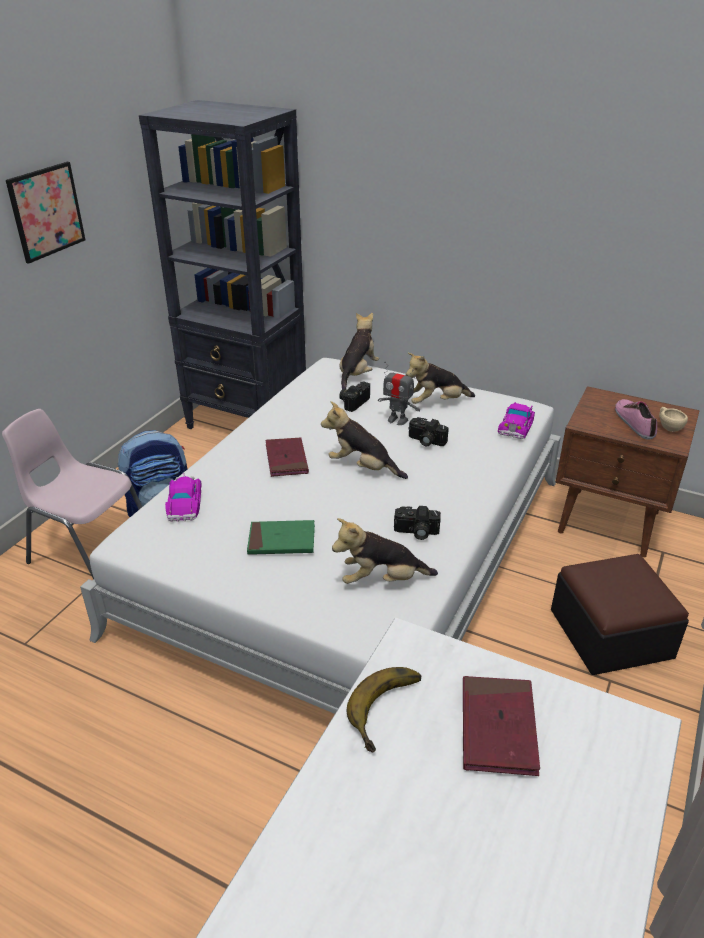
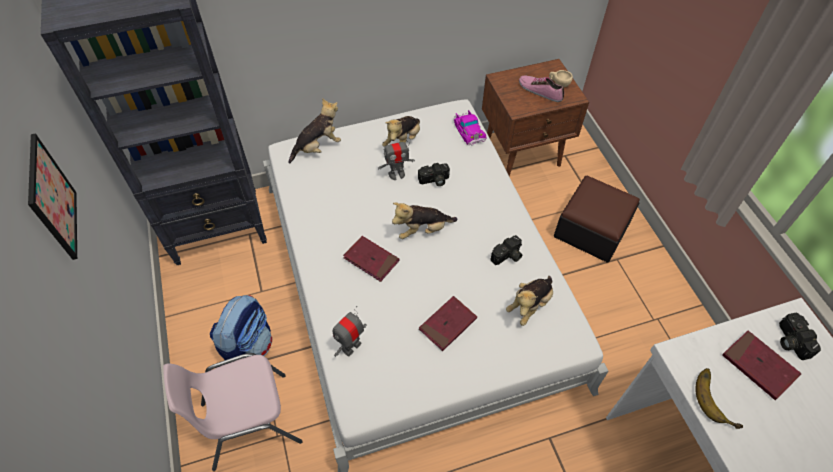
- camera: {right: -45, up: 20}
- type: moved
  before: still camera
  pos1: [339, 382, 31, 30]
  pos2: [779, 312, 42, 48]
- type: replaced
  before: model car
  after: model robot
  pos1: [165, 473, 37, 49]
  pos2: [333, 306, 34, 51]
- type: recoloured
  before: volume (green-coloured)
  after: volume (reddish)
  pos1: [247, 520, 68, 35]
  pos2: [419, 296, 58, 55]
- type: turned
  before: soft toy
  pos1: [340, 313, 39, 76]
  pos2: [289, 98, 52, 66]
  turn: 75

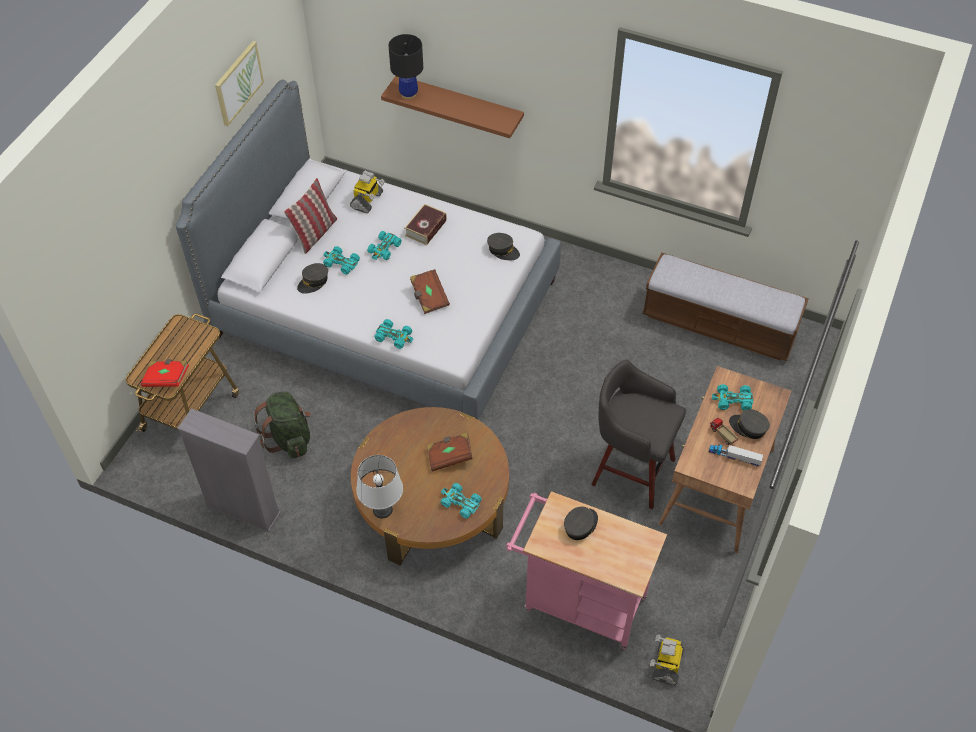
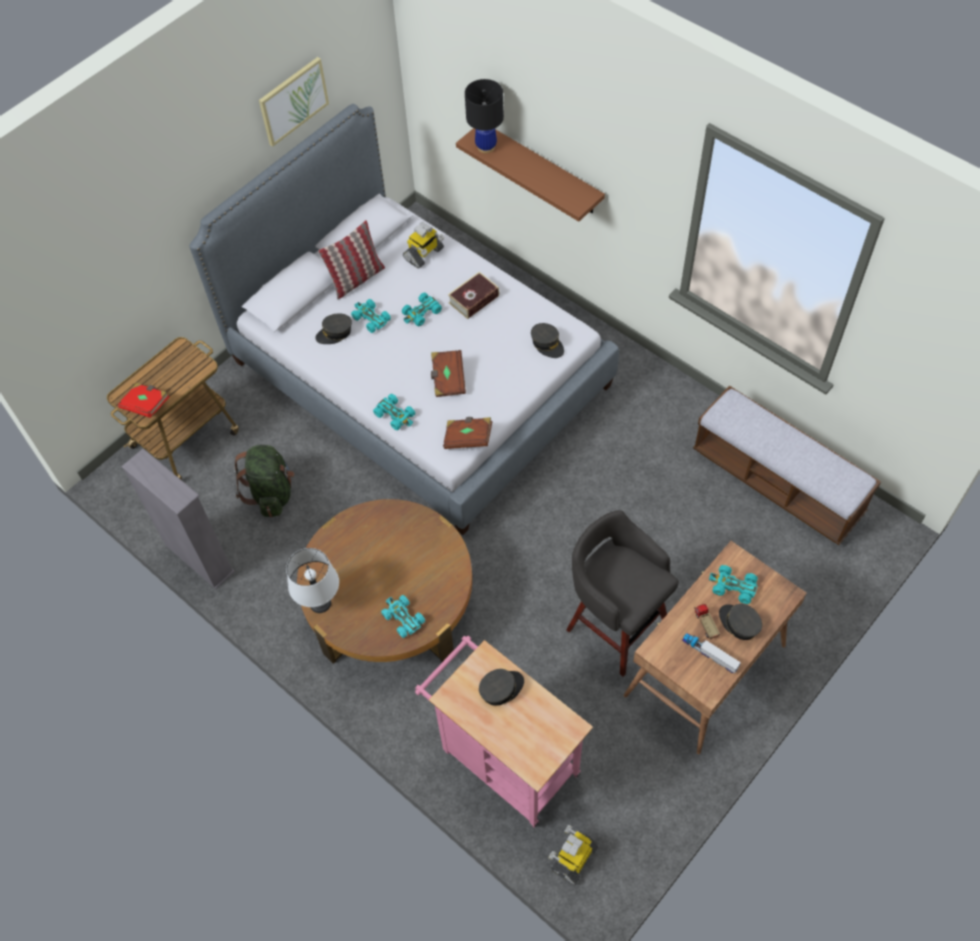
- camera: {right: 20, up: 5}
- type: moved
  before: volume (brown)
  pos1: [427, 433, 46, 39]
  pos2: [443, 417, 49, 32]

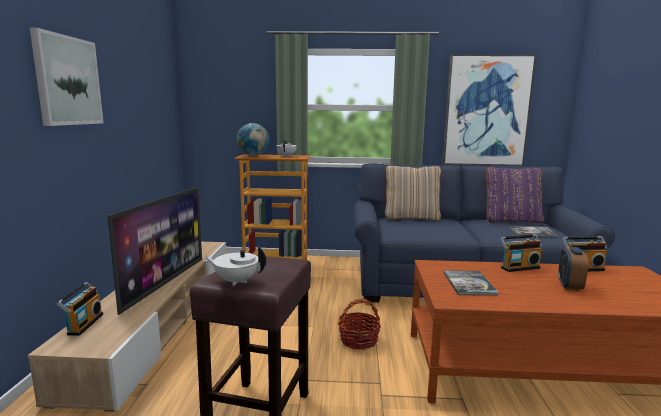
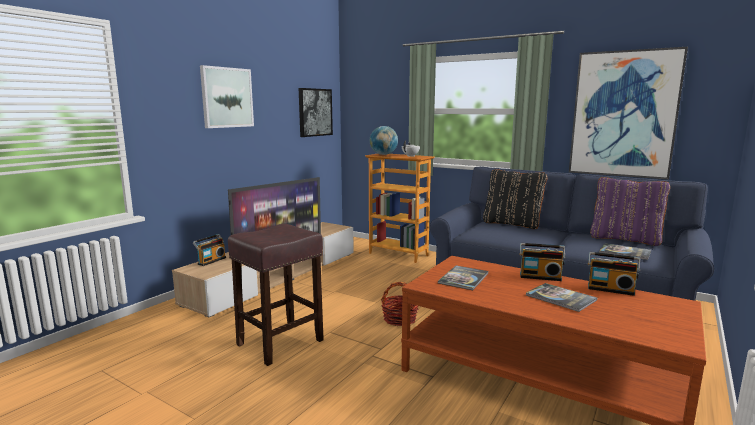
- camera: {right: 30, up: 0}
- type: removed
  before: tea pot (whitish)
  pos1: [205, 246, 61, 40]
- type: added
  after: wall art
  pos2: [299, 88, 34, 49]
- type: replaced
  before: bedside clock
  after: volume
  pos1: [558, 247, 31, 44]
  pos2: [526, 283, 71, 29]
- type: recoloured
  before: pillow (beige)
  after: pillow (black-coloured)
  pos1: [385, 165, 56, 56]
  pos2: [483, 169, 64, 60]

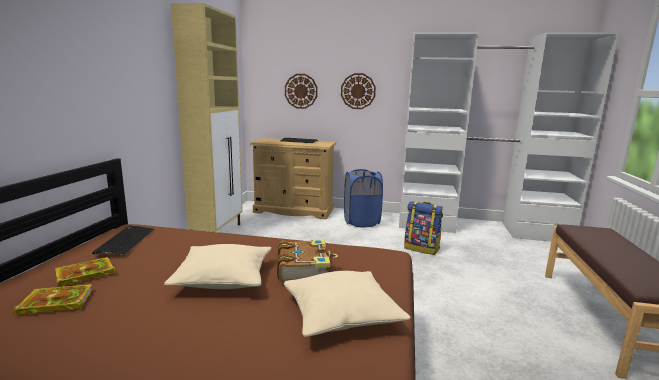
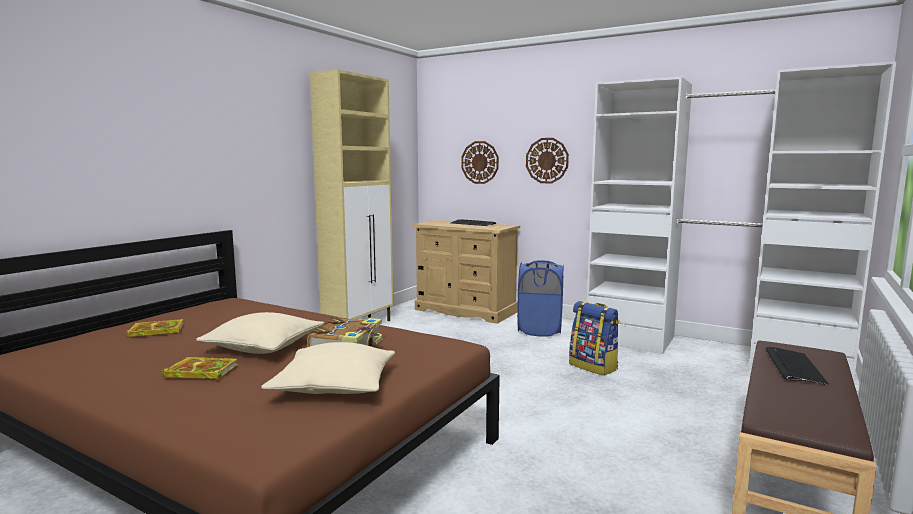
- camera: {right: 20, up: -5}
- type: moved
  before: volume
  pos1: [13, 284, 80, 31]
  pos2: [162, 357, 76, 23]
- type: moved
  before: computer keyboard
  pos1: [92, 225, 62, 30]
  pos2: [766, 346, 63, 39]

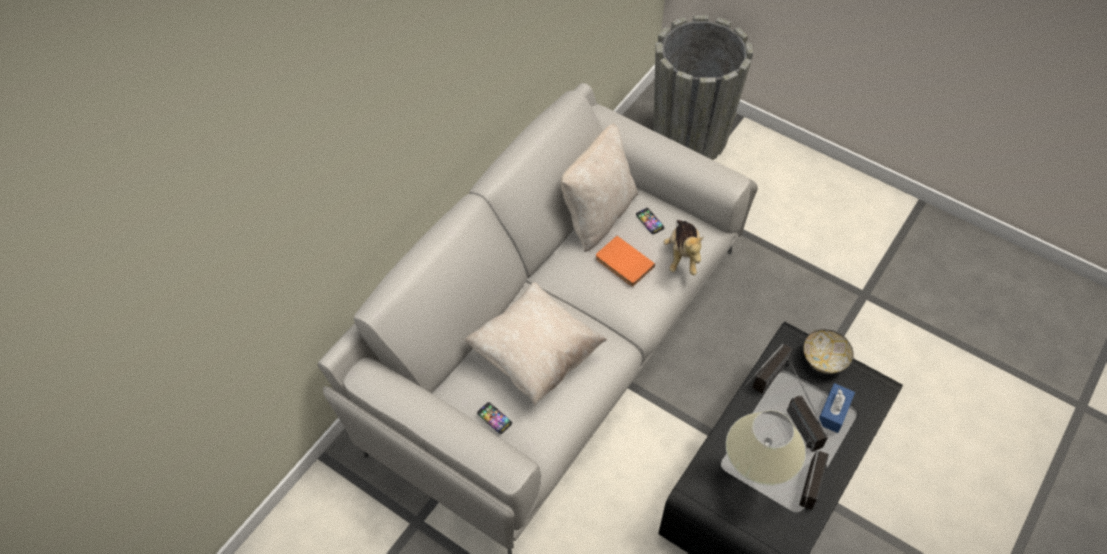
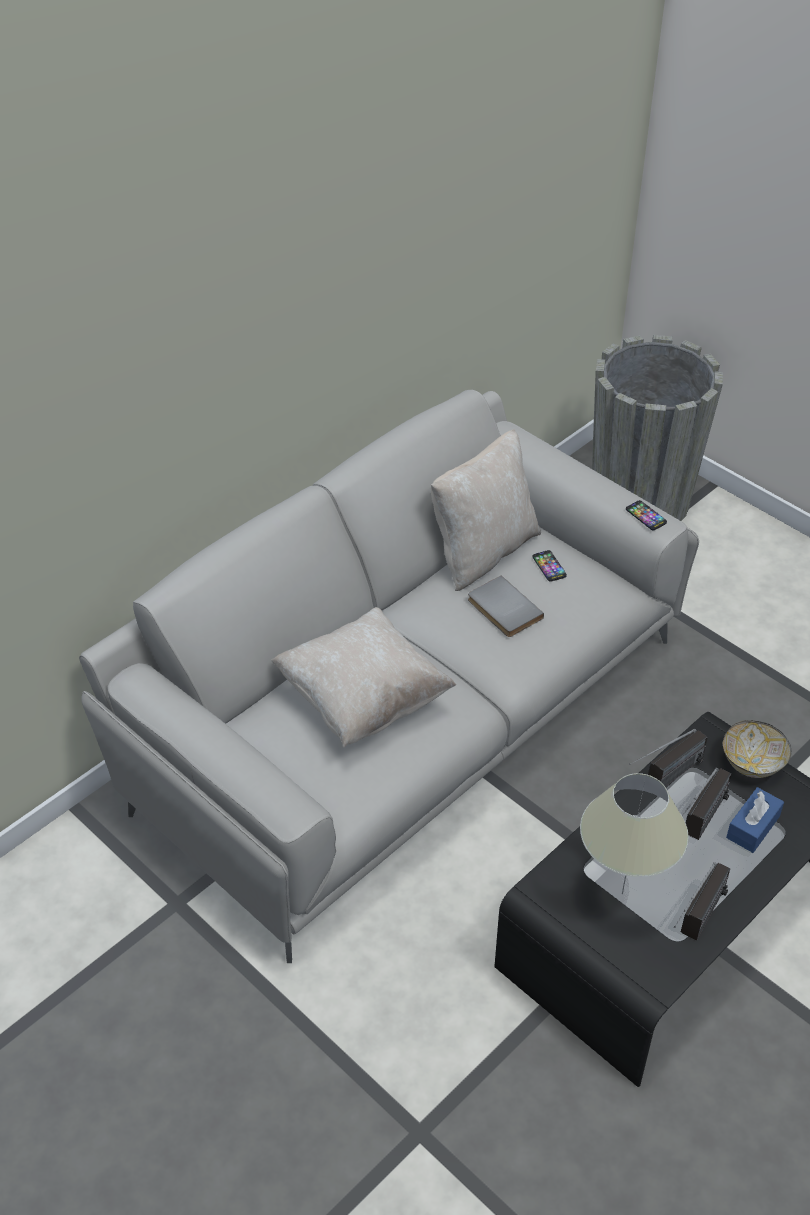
- camera: {right: 10, up: -10}
- type: removed
  before: soft toy
  pos1: [663, 220, 41, 55]
- type: moved
  before: telephone
  pos1: [477, 402, 35, 32]
  pos2: [626, 500, 41, 30]
- type: recoloured
  before: volume (orange)
  after: volume (grey)
  pos1: [596, 236, 59, 50]
  pos2: [468, 575, 76, 62]
- type: turned
  before: radio
  pos1: [787, 363, 41, 89]
  pos2: [682, 768, 50, 72]
  turn: -135

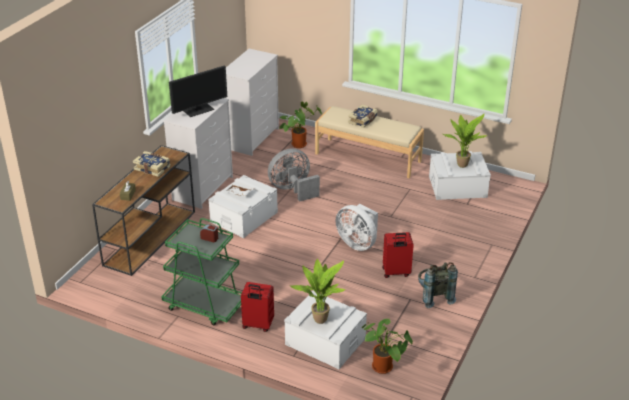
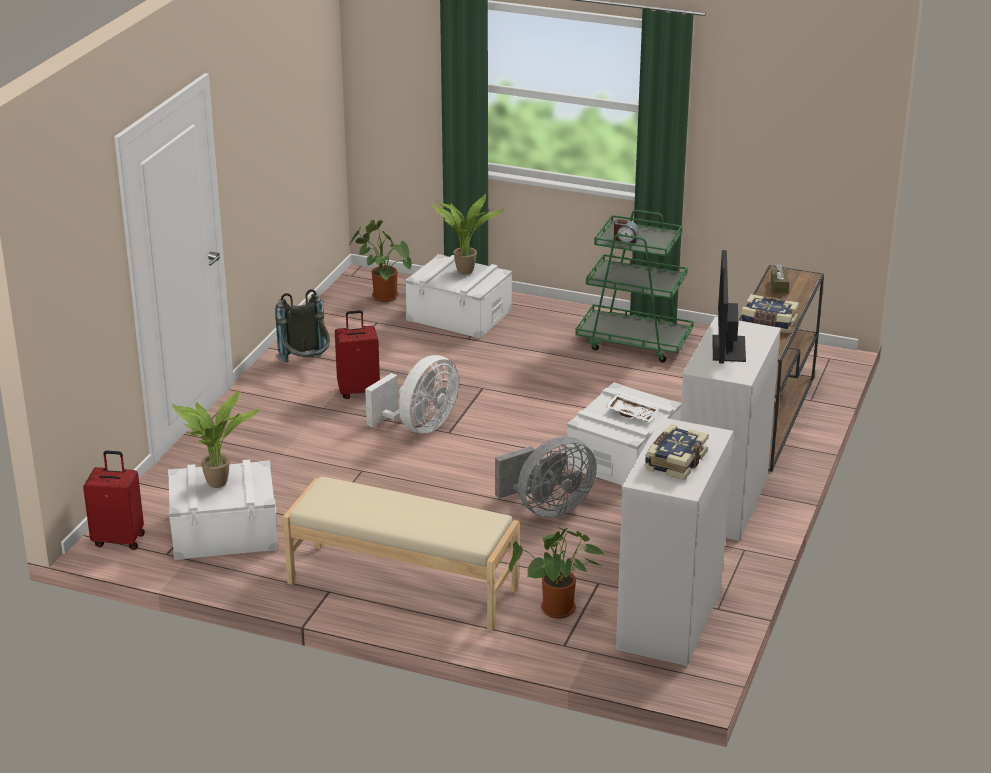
- camera: {right: 175, up: -5}
- type: moved
  before: suitcase (reddish)
  pos1: [241, 282, 33, 50]
  pos2: [83, 450, 62, 100]
- type: moved
  before: volume
  pos1: [348, 104, 30, 24]
  pos2: [645, 424, 64, 56]
- type: turned
  before: monitor
  pos1: [169, 66, 58, 51]
  pos2: [712, 250, 34, 114]
  turn: -45
- type: turned
  before: fan (whitish)
  pos1: [336, 204, 42, 47]
  pos2: [365, 355, 94, 79]
  turn: 90

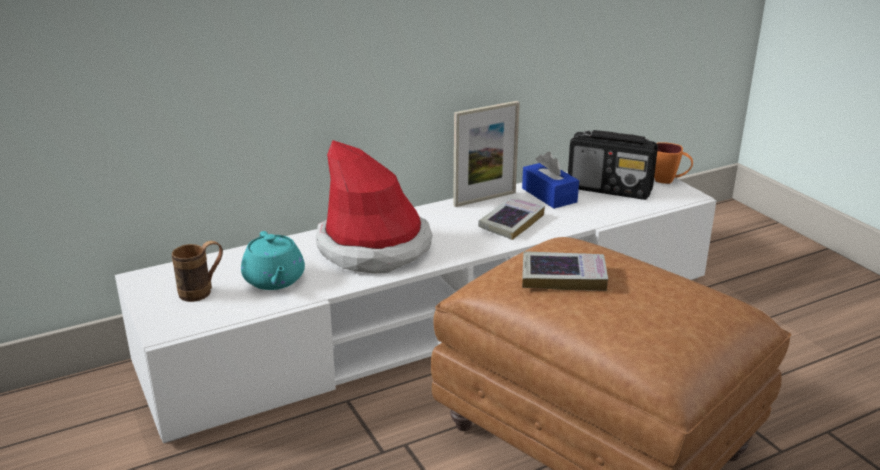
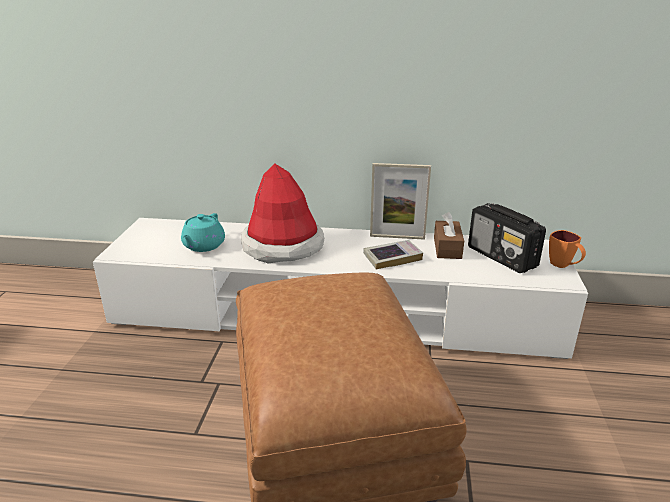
- camera: {right: 35, up: 0}
- type: removed
  before: mug (brown)
  pos1: [172, 241, 51, 61]
- type: removed
  before: volume
  pos1: [522, 251, 86, 40]
- type: recoloured
  before: tissue box (bluish)
  after: tissue box (brown)
  pos1: [522, 152, 57, 57]
  pos2: [434, 212, 30, 47]

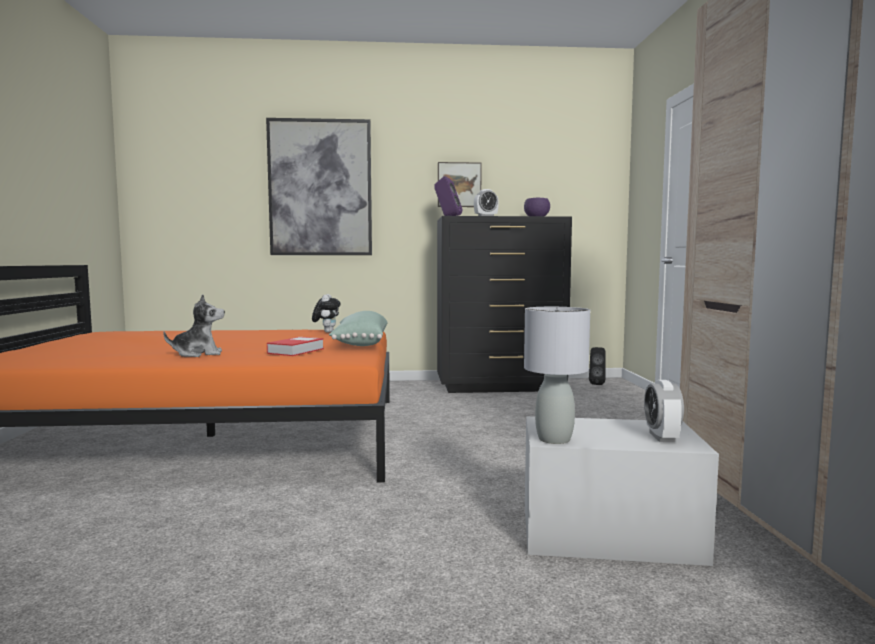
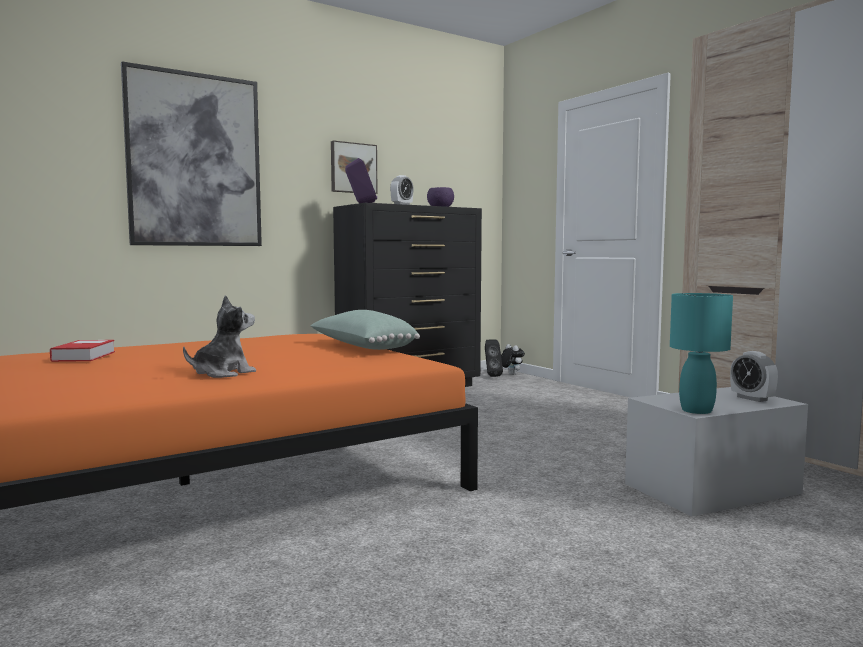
- camera: {right: -30, up: 0}
- type: moved
  before: volume
  pos1: [267, 337, 57, 19]
  pos2: [50, 340, 65, 22]
- type: moved
  before: soft toy
  pos1: [312, 294, 29, 39]
  pos2: [501, 344, 24, 31]
- type: recoloured
  before: table lamp (grey)
  after: table lamp (turquoise)
  pos1: [524, 307, 66, 137]
  pos2: [670, 293, 63, 121]

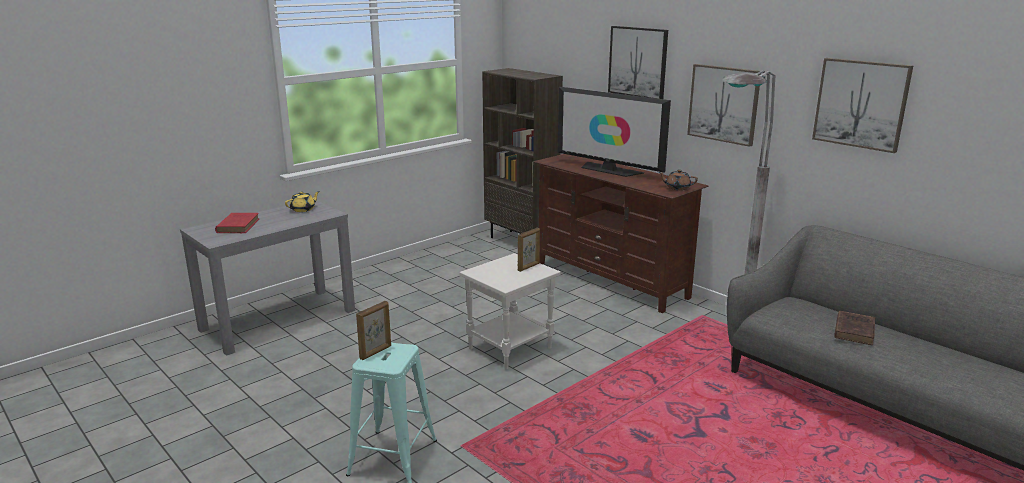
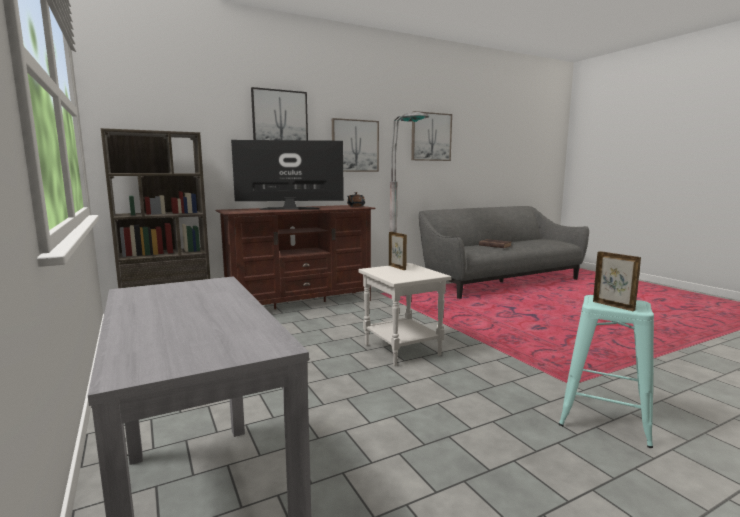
- camera: {right: -75, up: -10}
- type: removed
  before: volume (reddish)
  pos1: [215, 213, 44, 20]
- type: removed
  before: tea pot (yellowish)
  pos1: [285, 191, 35, 21]
- type: turned
  before: television
  pos1: [558, 87, 113, 90]
  pos2: [231, 140, 113, 70]
  turn: -150

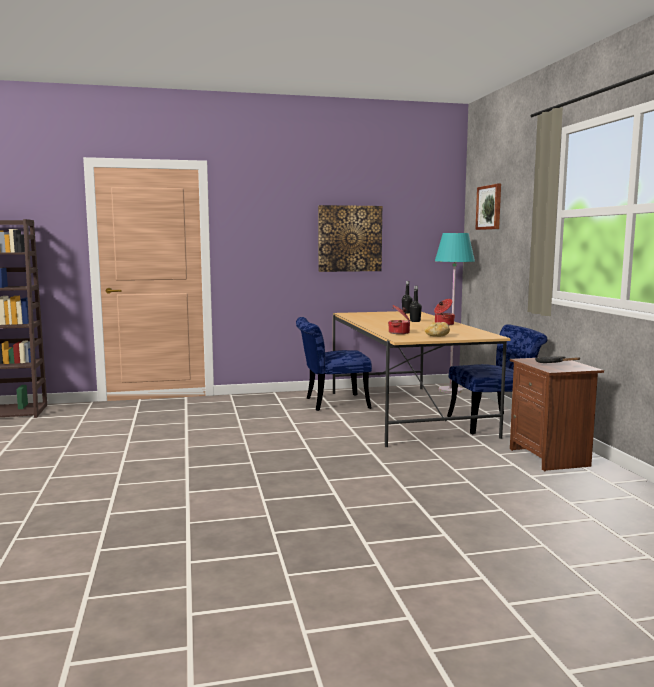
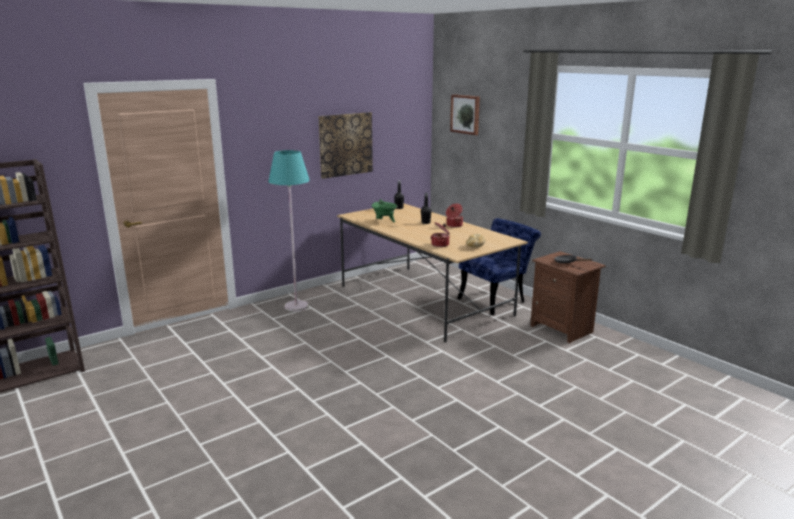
- camera: {right: -25, up: 10}
- type: removed
  before: upright chair (bluish)
  pos1: [296, 317, 76, 94]
- type: added
  after: stockpot (green-coloured)
  pos2: [371, 199, 26, 23]
- type: moved
  before: floor lamp (turquoise)
  pos1: [435, 233, 40, 160]
  pos2: [268, 150, 42, 162]

